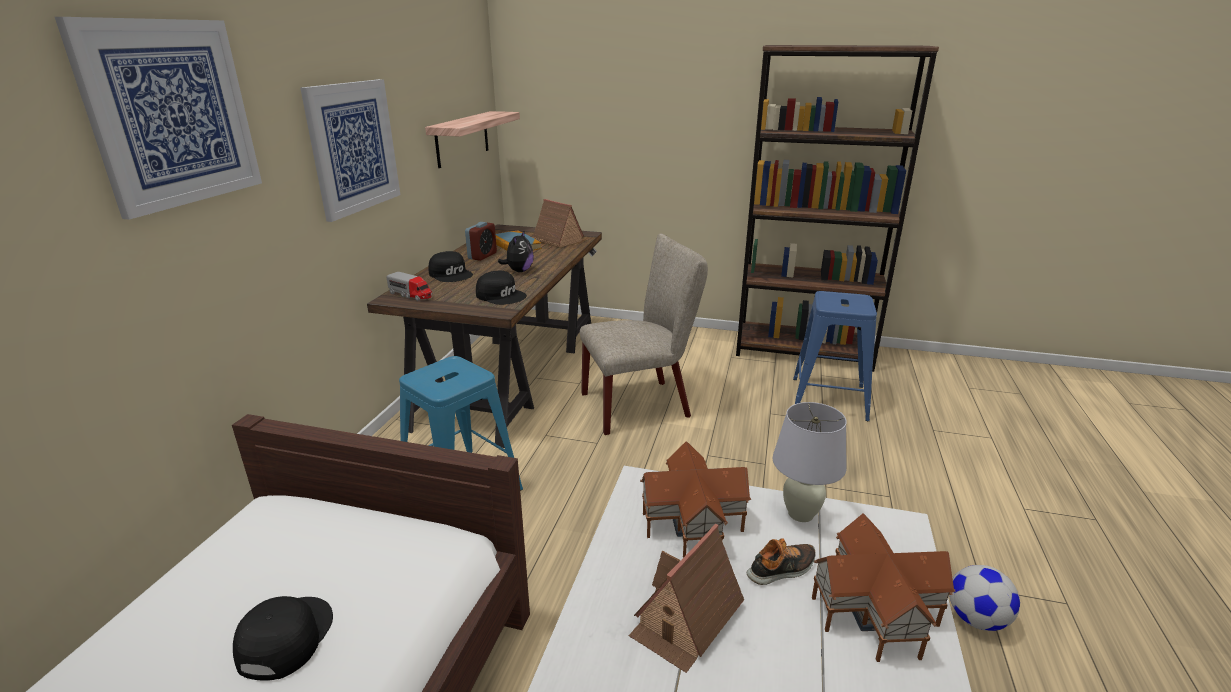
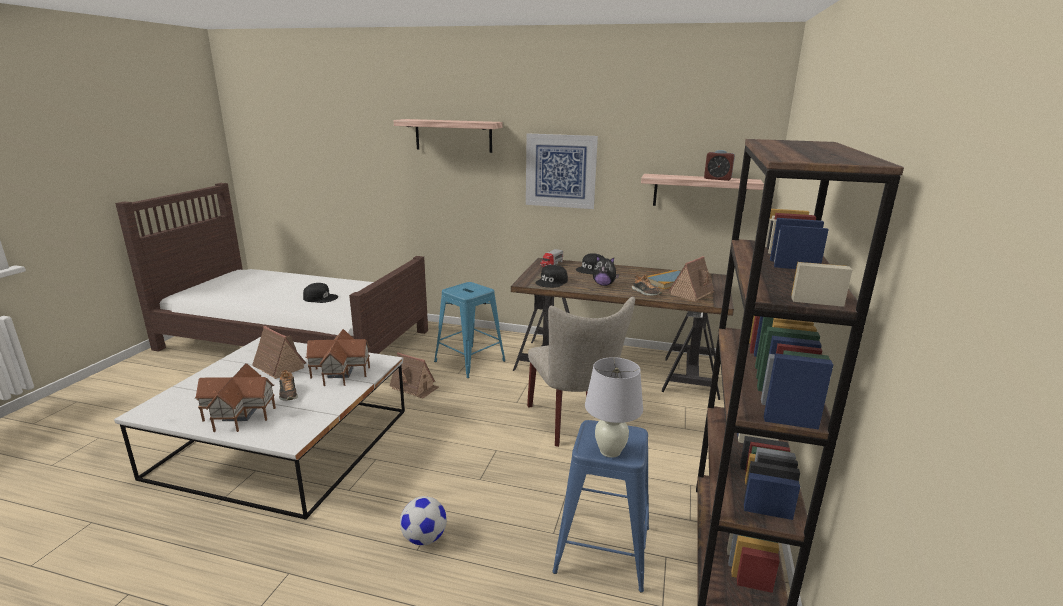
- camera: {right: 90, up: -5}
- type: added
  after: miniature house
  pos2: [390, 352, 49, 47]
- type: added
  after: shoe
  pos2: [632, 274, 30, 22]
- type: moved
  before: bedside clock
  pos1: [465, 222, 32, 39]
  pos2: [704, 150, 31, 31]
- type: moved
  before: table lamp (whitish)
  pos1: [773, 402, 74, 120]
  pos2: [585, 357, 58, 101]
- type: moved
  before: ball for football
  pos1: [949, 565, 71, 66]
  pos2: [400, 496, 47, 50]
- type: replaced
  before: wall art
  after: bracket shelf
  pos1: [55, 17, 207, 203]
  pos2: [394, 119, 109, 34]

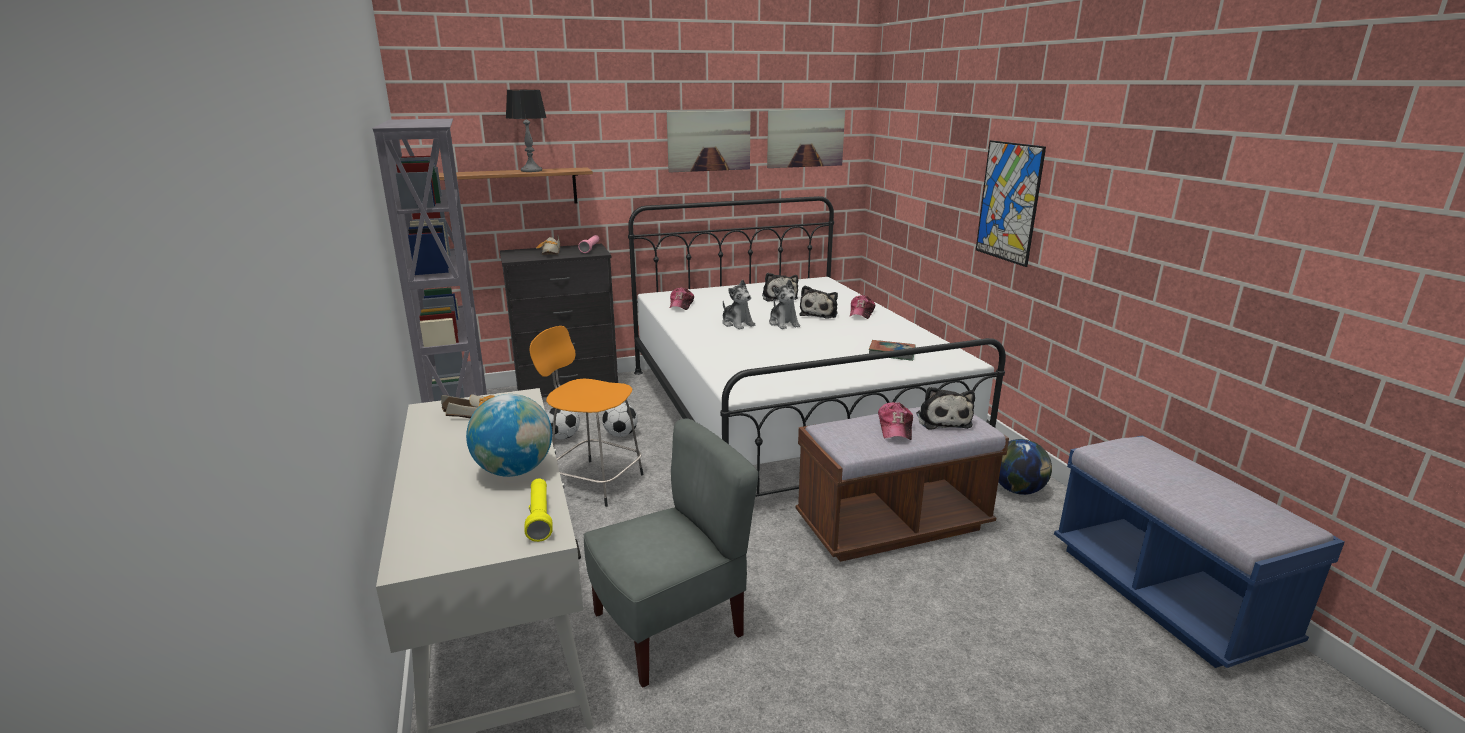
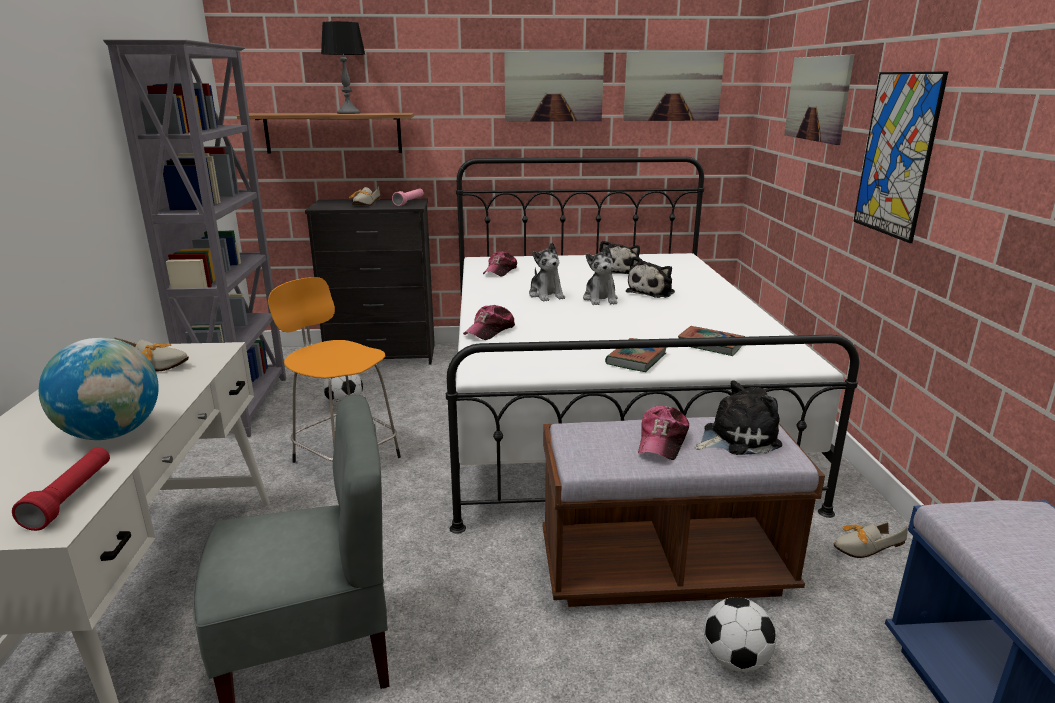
- camera: {right: 15, up: 0}
- type: added
  after: volume
  pos2: [605, 338, 61, 34]
- type: added
  after: wall art
  pos2: [784, 54, 70, 91]
- type: moved
  before: ball for football
  pos1: [602, 402, 36, 35]
  pos2: [704, 597, 72, 75]
- type: moved
  before: cap
  pos1: [849, 295, 26, 24]
  pos2: [463, 305, 52, 35]
- type: replaced
  before: world globe
  after: shoe
  pos1: [998, 439, 54, 56]
  pos2: [834, 522, 74, 36]
- type: recoloured
  before: torch (yellowish)
  after: torch (reddish)
  pos1: [524, 479, 29, 63]
  pos2: [12, 447, 98, 84]
- type: turned
  before: soft toy
  pos1: [916, 387, 59, 42]
  pos2: [694, 380, 88, 75]
  turn: -120

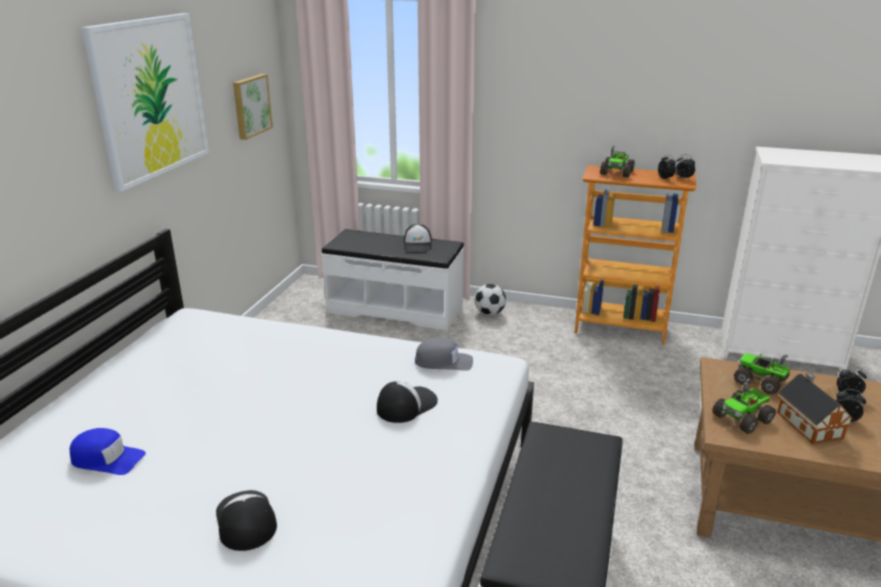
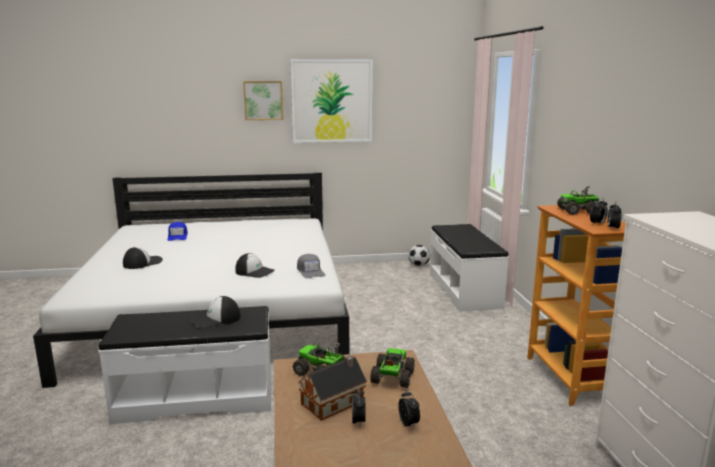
- camera: {right: 65, up: -10}
- type: moved
  before: wall art
  pos1: [233, 74, 40, 66]
  pos2: [243, 81, 40, 39]
- type: moved
  before: cap
  pos1: [404, 224, 28, 27]
  pos2: [191, 296, 50, 33]
- type: moved
  before: ball for football
  pos1: [475, 284, 31, 31]
  pos2: [408, 245, 22, 22]

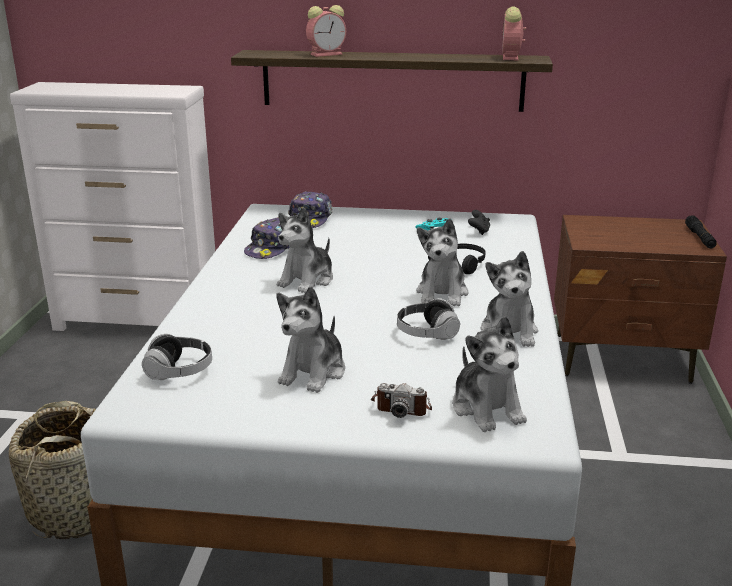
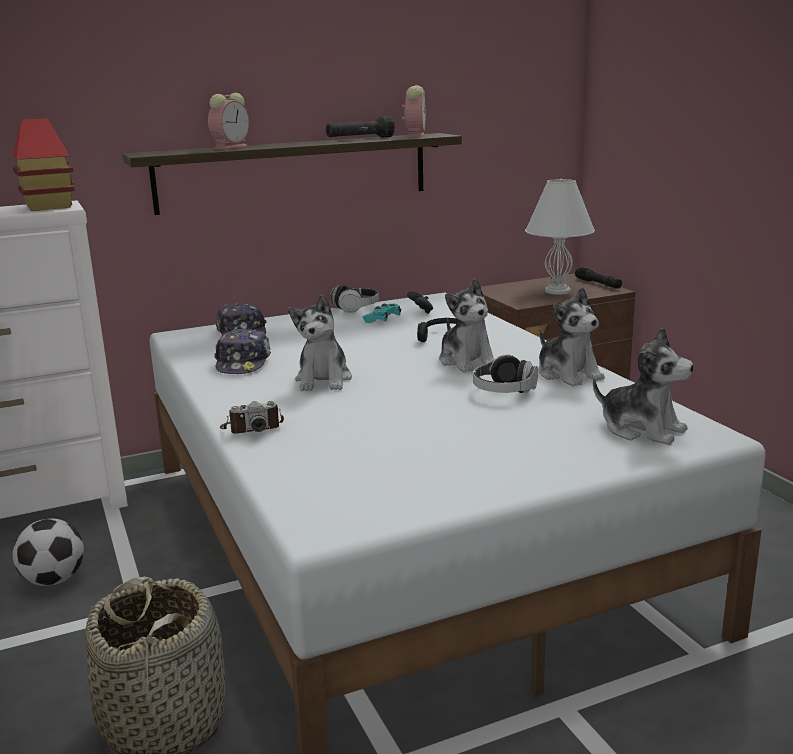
- camera: {right: -30, up: -5}
- type: removed
  before: soft toy
  pos1: [277, 286, 68, 107]
- type: added
  after: miniature house
  pos2: [13, 118, 62, 93]
- type: added
  after: ball for football
  pos2: [13, 519, 71, 67]
- type: added
  after: torch (black-coloured)
  pos2: [326, 116, 69, 22]
- type: added
  after: table lamp (whitish)
  pos2: [525, 178, 70, 117]
- type: moved
  before: pair of headphones
  pos1: [142, 334, 70, 46]
  pos2: [330, 285, 49, 28]
- type: moved
  before: still camera
  pos1: [371, 383, 61, 35]
  pos2: [220, 401, 64, 33]
- type: turned
  before: bedside clock
  pos1: [502, 7, 24, 54]
  pos2: [402, 85, 24, 52]
  turn: -150

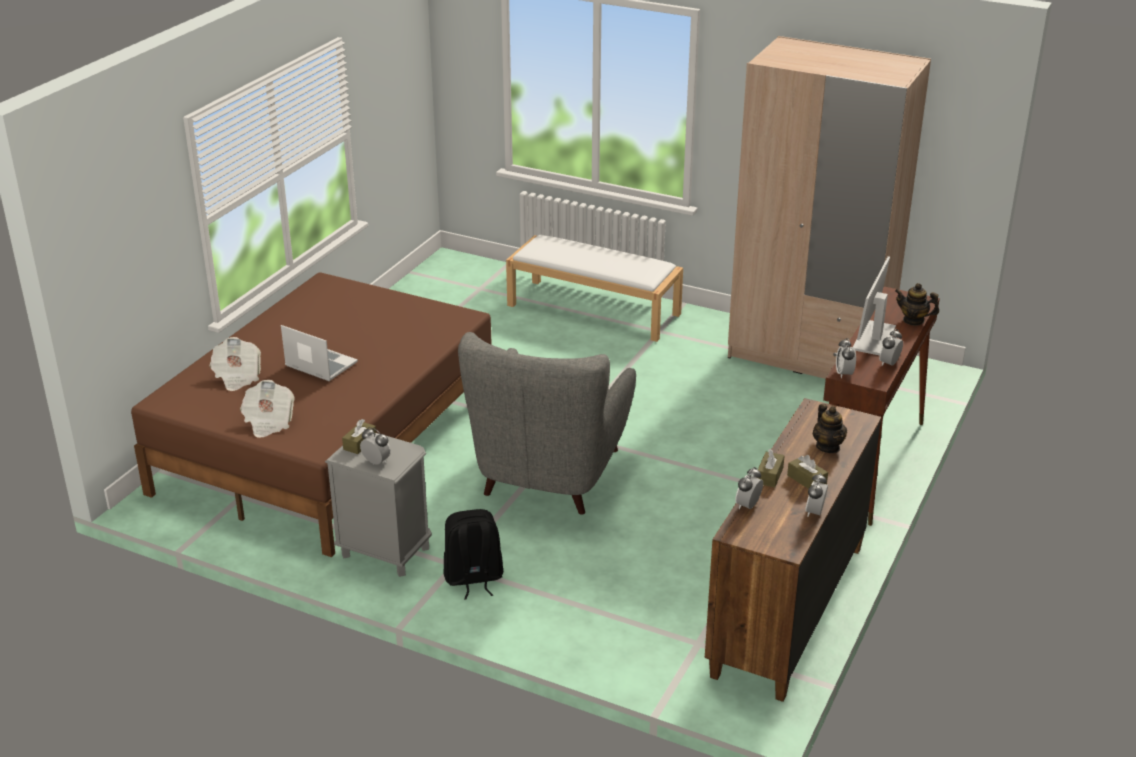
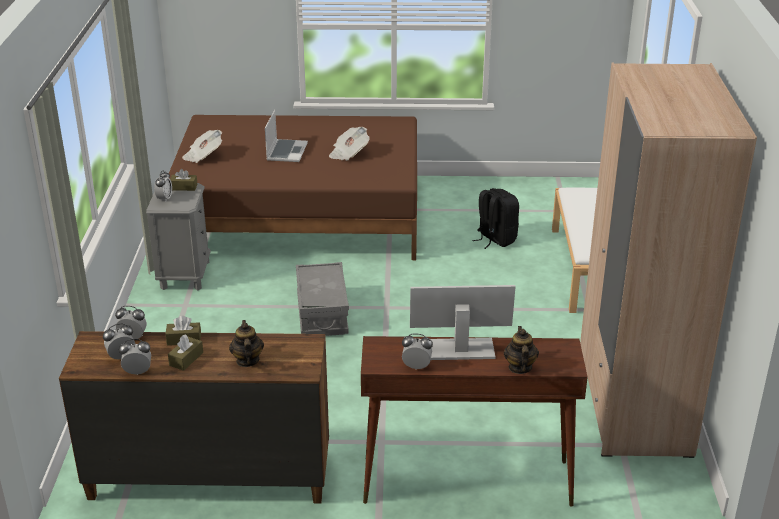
- camera: {right: 65, up: 0}
- type: moved
  before: newspaper
  pos1: [209, 337, 52, 54]
  pos2: [329, 127, 40, 34]
- type: moved
  before: rucksack (black-coloured)
  pos1: [443, 509, 60, 91]
  pos2: [472, 188, 47, 61]
- type: moved
  before: bedside clock
  pos1: [836, 338, 20, 40]
  pos2: [103, 323, 32, 36]
- type: replaced
  before: lounge chair (grey)
  after: storage container (grey)
  pos1: [458, 332, 178, 183]
  pos2: [296, 262, 53, 74]
- type: turned
  before: tea pot
  pos1: [813, 404, 34, 49]
  pos2: [229, 320, 35, 47]
  turn: 120

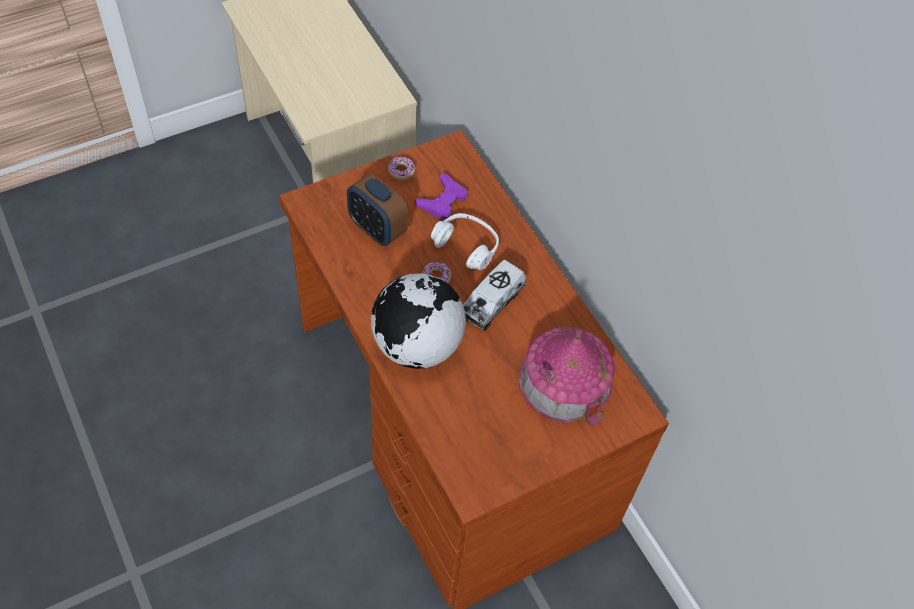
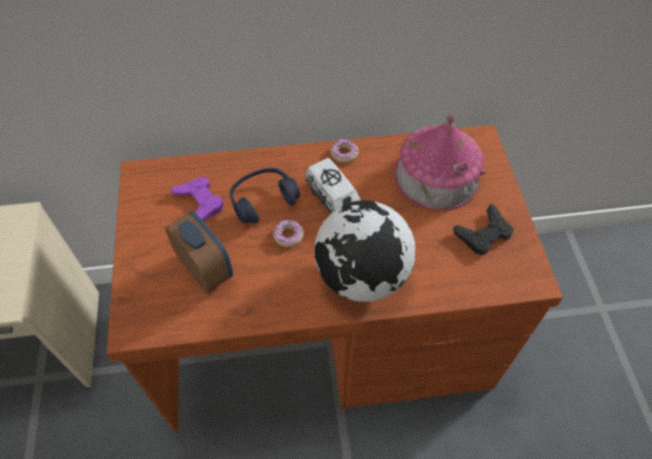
- camera: {right: -65, up: 0}
- type: added
  after: gamepad (black-coloured)
  pos2: [453, 204, 61, 51]
- type: moved
  before: ring doughnut
  pos1: [388, 156, 27, 24]
  pos2: [331, 139, 28, 24]
- type: recoloured
  before: pair of headphones (whitish)
  after: pair of headphones (bluish)
  pos1: [431, 213, 68, 57]
  pos2: [230, 168, 70, 55]
- type: turned
  before: bedside clock
  pos1: [347, 173, 61, 73]
  pos2: [165, 211, 68, 82]
  turn: -105

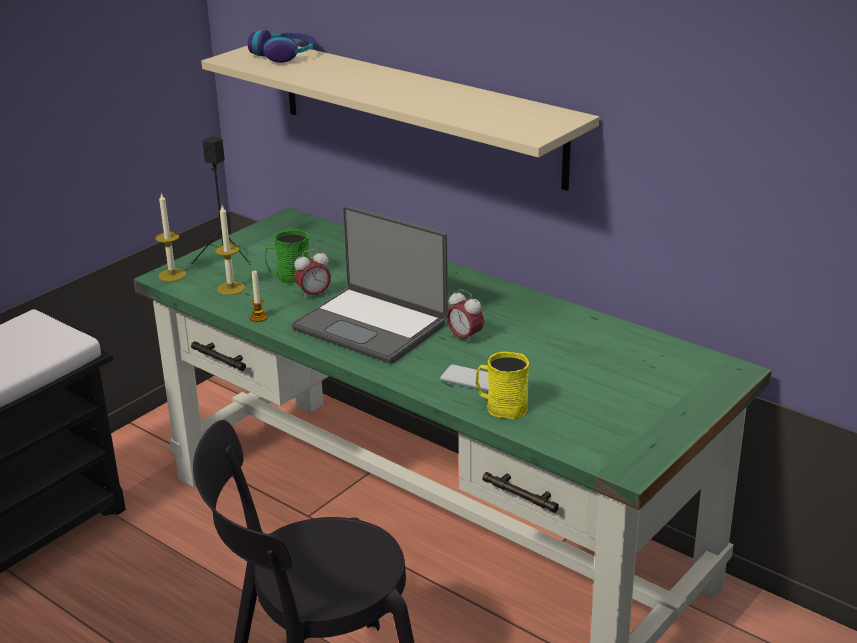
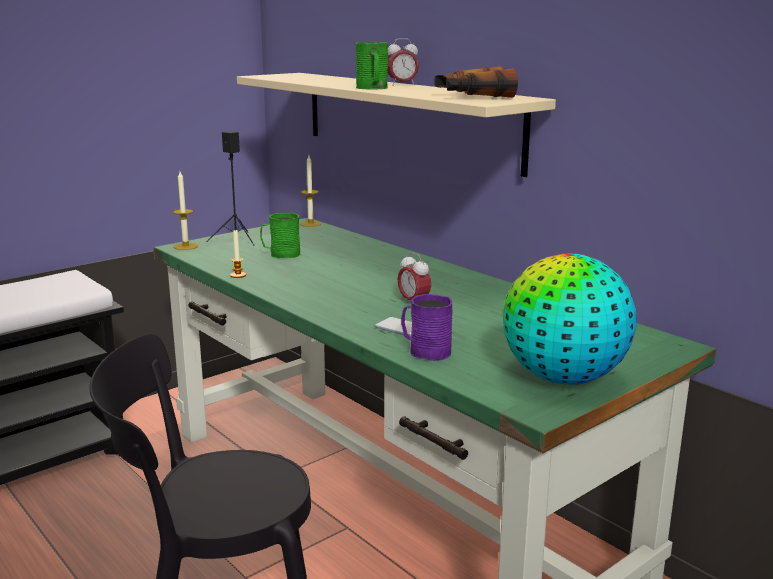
- camera: {right: 10, up: -10}
- type: removed
  before: pair of headphones
  pos1: [248, 30, 68, 33]
- type: removed
  before: portable computer
  pos1: [291, 205, 157, 159]
- type: added
  after: mug (green-coloured)
  pos2: [356, 42, 32, 47]
- type: added
  after: binoculars
  pos2: [435, 66, 83, 32]
- type: added
  after: world globe
  pos2: [503, 253, 134, 132]
- type: moved
  before: wax candle
  pos1: [215, 206, 30, 89]
  pos2: [300, 156, 22, 71]
- type: moved
  before: bedside clock
  pos1: [294, 249, 37, 51]
  pos2: [388, 38, 31, 48]
- type: recoloured
  before: mug (yellowish)
  after: mug (purple-coloured)
  pos1: [475, 352, 54, 67]
  pos2: [401, 294, 51, 67]

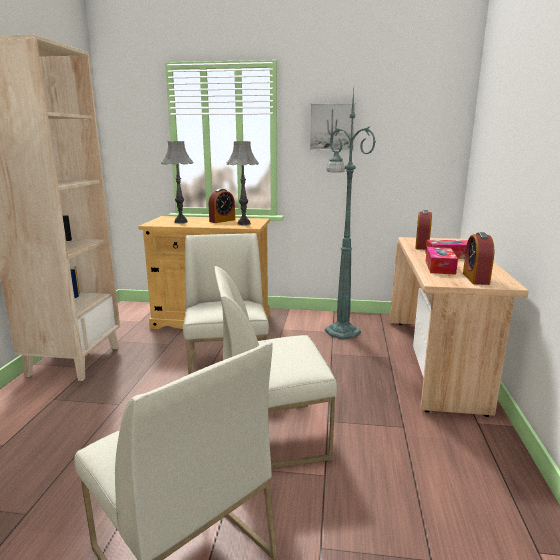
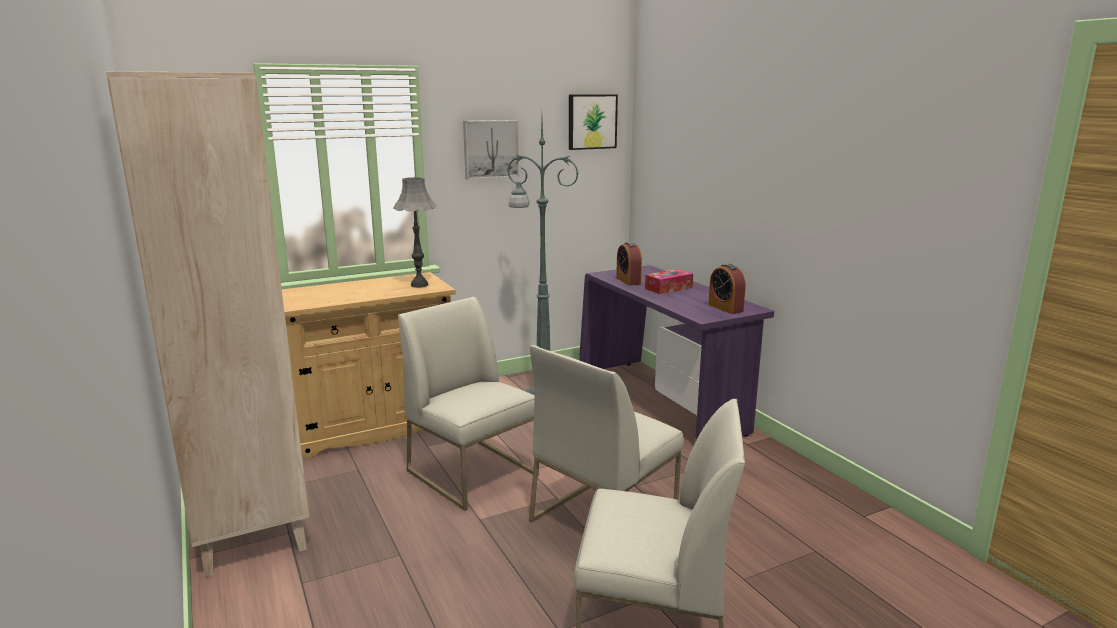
- camera: {right: -35, up: 0}
- type: removed
  before: table lamp (grey)
  pos1: [161, 141, 32, 82]
- type: removed
  before: bedside clock
  pos1: [209, 189, 26, 34]
- type: removed
  before: tissue box
  pos1: [426, 247, 32, 28]
- type: added
  after: wall art
  pos2: [569, 94, 49, 56]
- type: recoloured
  before: desk unit (beige)
  after: desk unit (purple-coloured)
  pos1: [390, 237, 139, 180]
  pos2: [579, 265, 195, 177]

